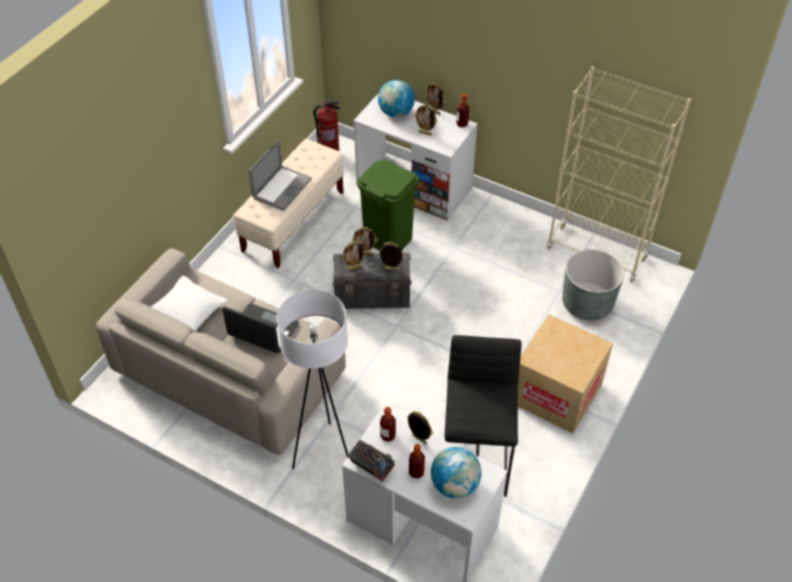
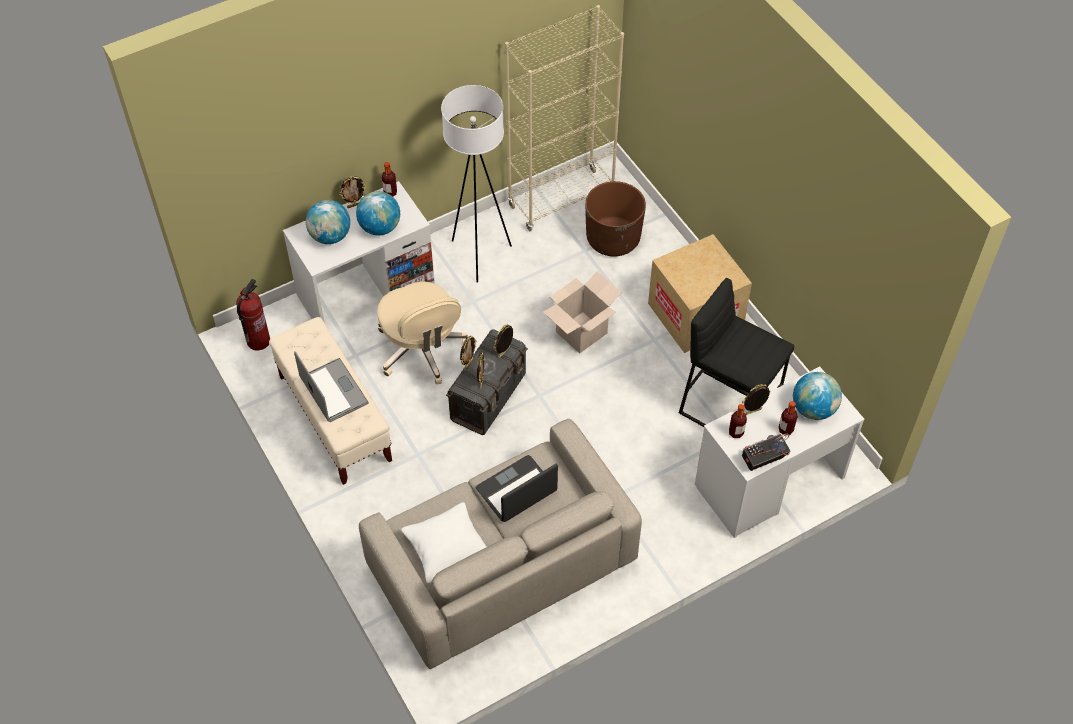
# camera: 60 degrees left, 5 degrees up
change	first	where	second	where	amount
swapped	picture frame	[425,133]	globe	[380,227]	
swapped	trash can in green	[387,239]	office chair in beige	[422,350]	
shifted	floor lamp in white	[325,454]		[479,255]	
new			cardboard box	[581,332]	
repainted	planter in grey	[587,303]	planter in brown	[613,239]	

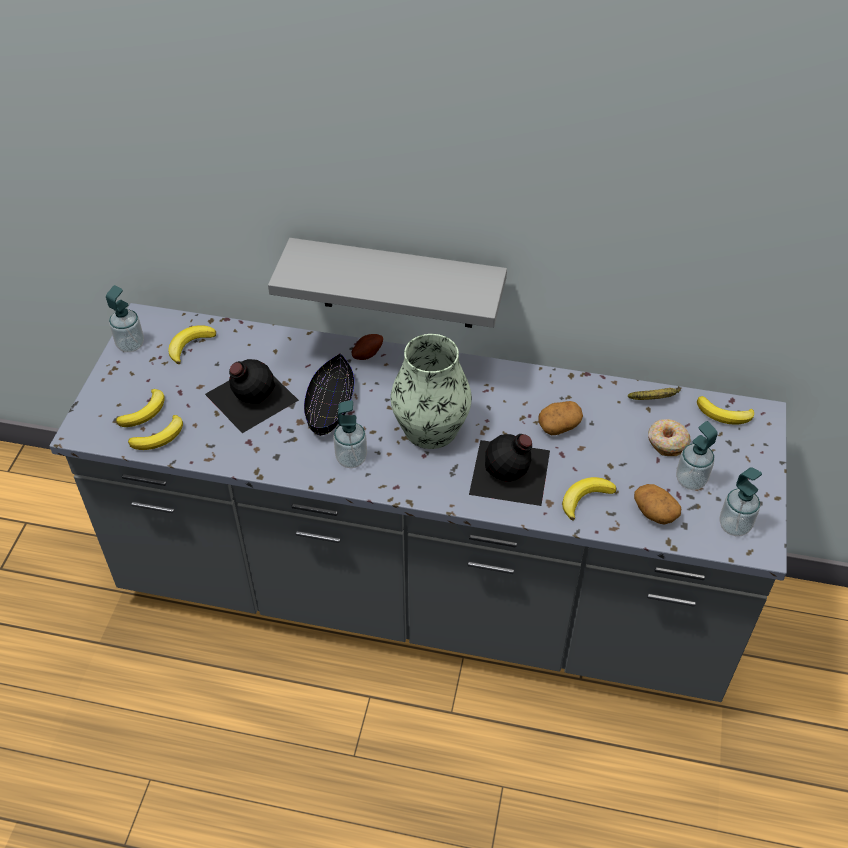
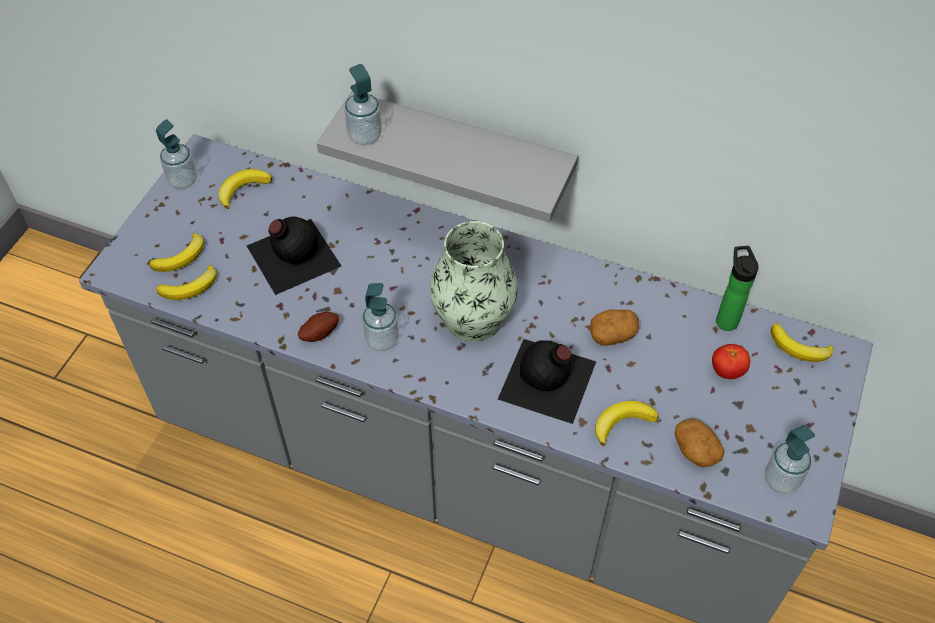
# camera: 10 degrees right, 5 degrees up
change	first	where	second	where	amount
shifted	potato	[367,353]		[319,333]	
shifted	soap dispenser	[690,480]		[365,136]	
swapped	donut	[666,442]	tomato	[727,371]	
swapped	banana	[655,399]	bottle	[726,319]	
gone	bowl in black	[330,404]			

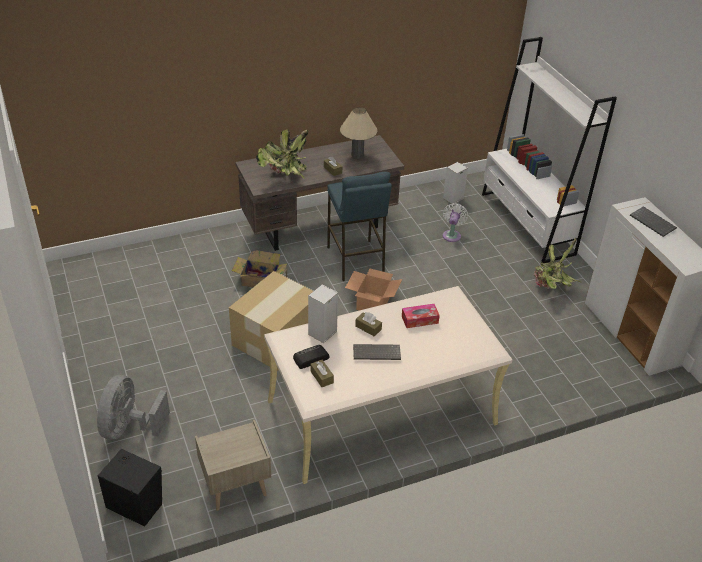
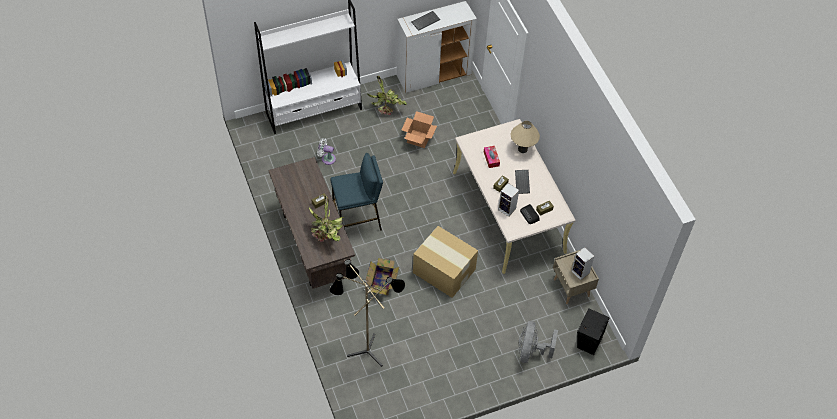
# camera: 90 degrees left, 15 degrees up
change	first	where	second	where	amount
new			floor lamp	[366,348]	
shifted	cardboard box	[373,304]		[419,138]	
shifted	table lamp in beige	[357,155]		[522,149]	
rotated	fan in grey	[129,427]		[531,351]	90 degrees clockwise
shifted	speaker	[453,199]		[581,272]	

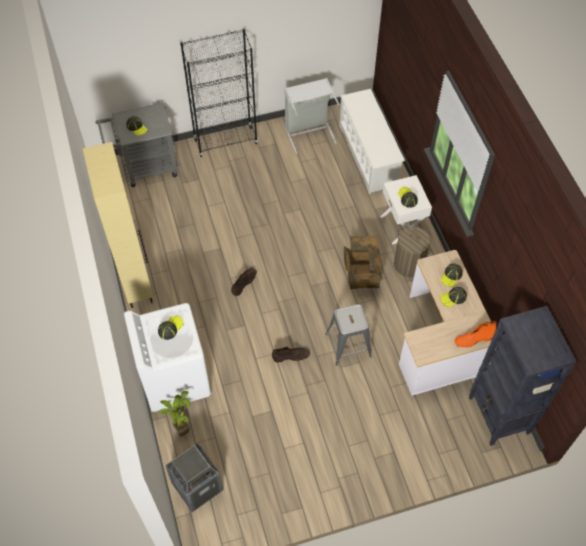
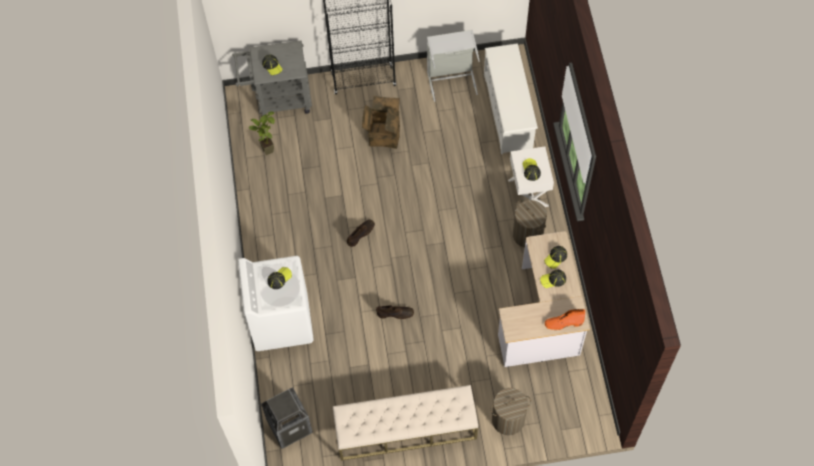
# camera: 10 degrees right, 5 degrees up
change	first	where	second	where	amount
shifted	potted plant	[181,426]		[267,147]	
new			bench in beige	[405,429]	
shifted	cardboard box	[361,276]		[383,135]	
new			laundry basket	[508,419]	
gone	cabinet in beige	[136,283]			
gone	stool in grey	[348,345]			
gone	bookcase in black	[498,416]			

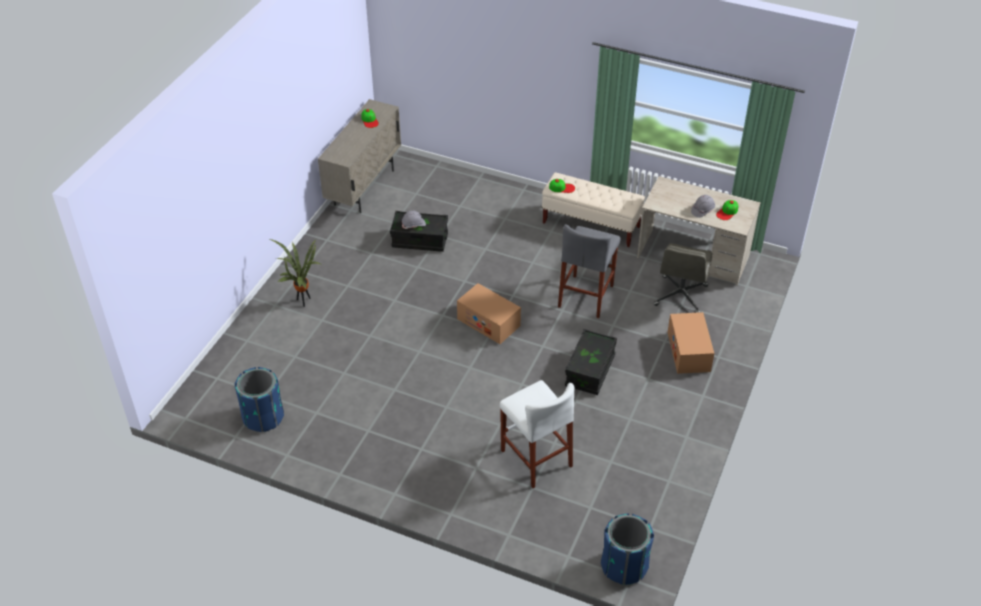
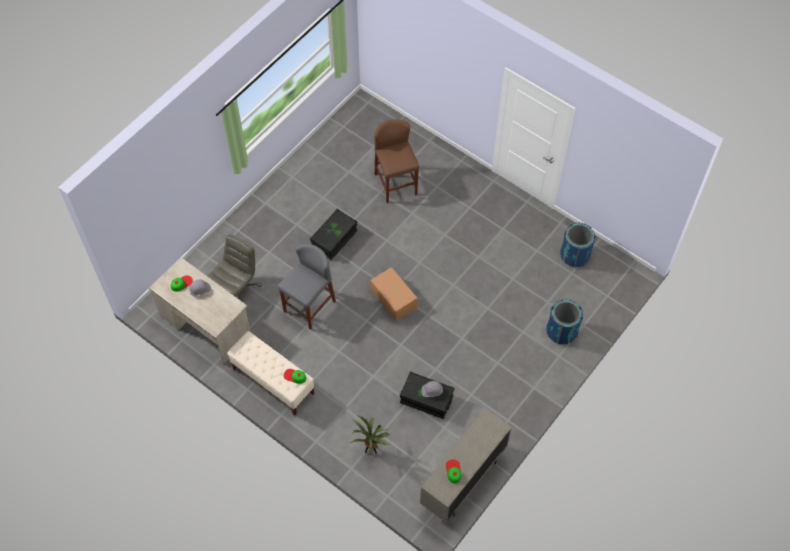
# camera: 165 degrees left, 15 degrees up
change	first	where	second	where	amount
shifted	potted plant	[303,301]		[371,450]	
repainted	stool in white	[536,458]	stool in brown	[396,184]	
shifted	trash can in blue	[624,566]		[561,331]	
gone	cardboard box	[688,351]			

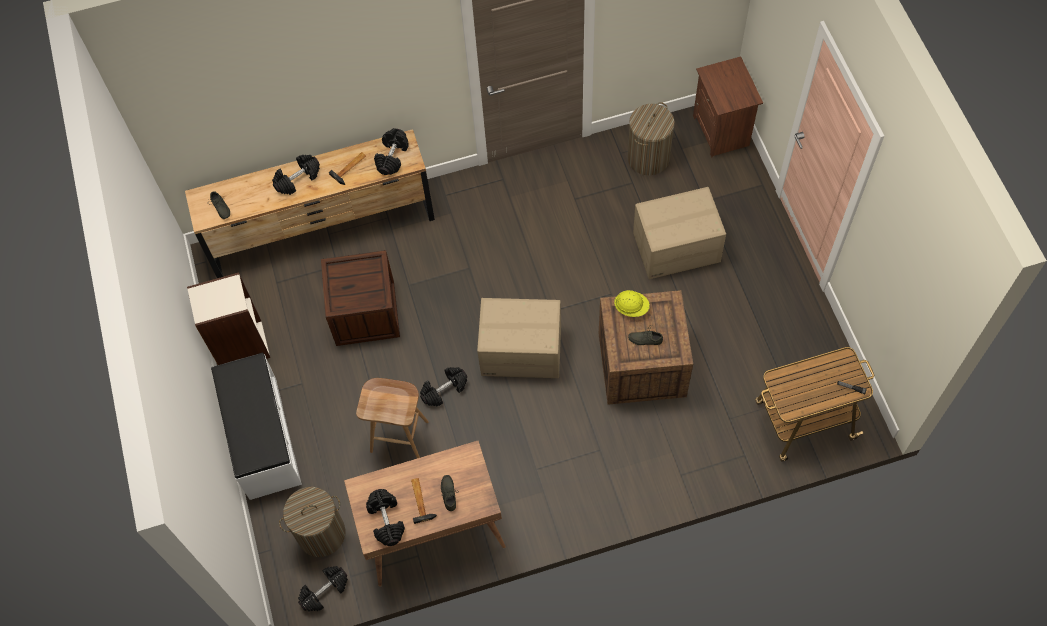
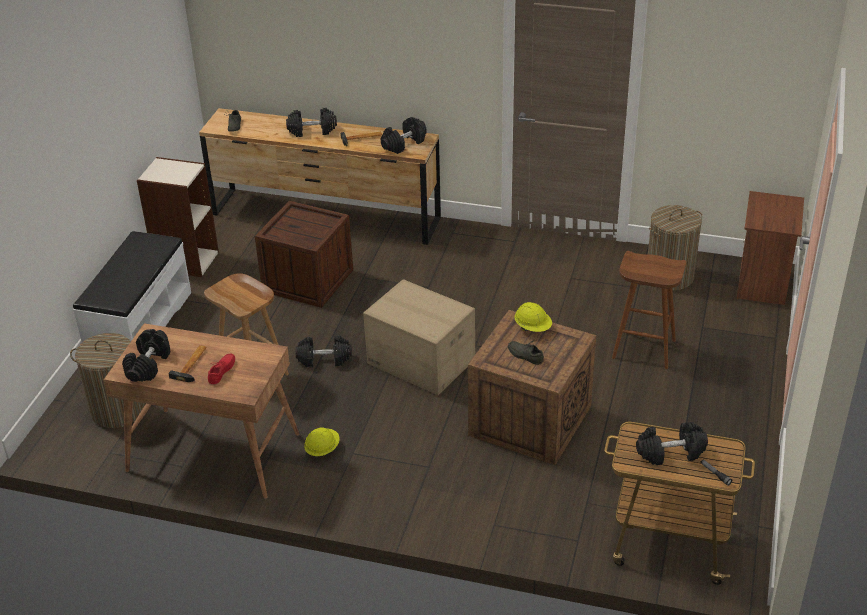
# camera: 30 degrees right, 25 degrees down
change	first	where	second	where	amount
repainted	shoe in grey	[450,493]	shoe in red	[223,372]	
new			hard hat in yellow	[322,449]	
swapped	cardboard box	[676,248]	stool in brown	[642,349]	
shifted	dumbbell in black	[324,592]		[670,453]	

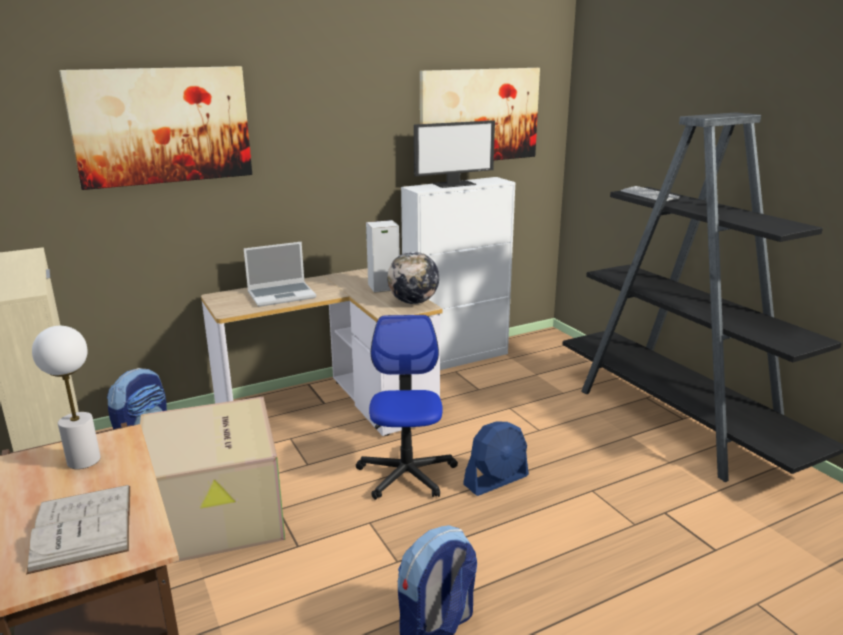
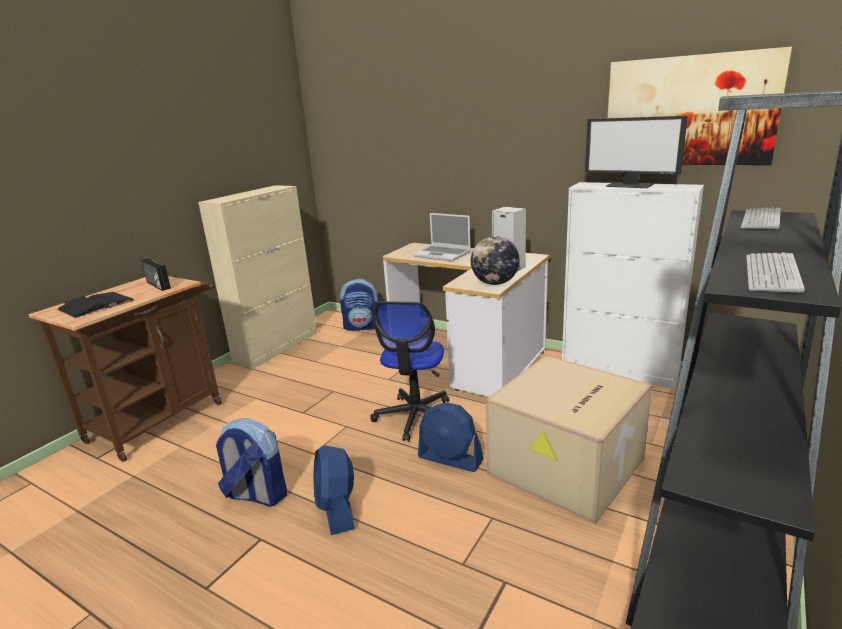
# camera: 60 degrees right, 0 degrees up
change	first	where	second	where	amount
repainted	book in white	[83,526]	book in black	[96,305]	
swapped	table lamp in white	[84,460]	radio	[157,285]	
new			fan in blue	[337,509]	
rotated	office chair	[406,474]		[416,417]	135 degrees clockwise
shifted	cardboard box	[218,514]		[566,468]	
new			keyboard	[771,274]	
gone	picture	[162,126]			

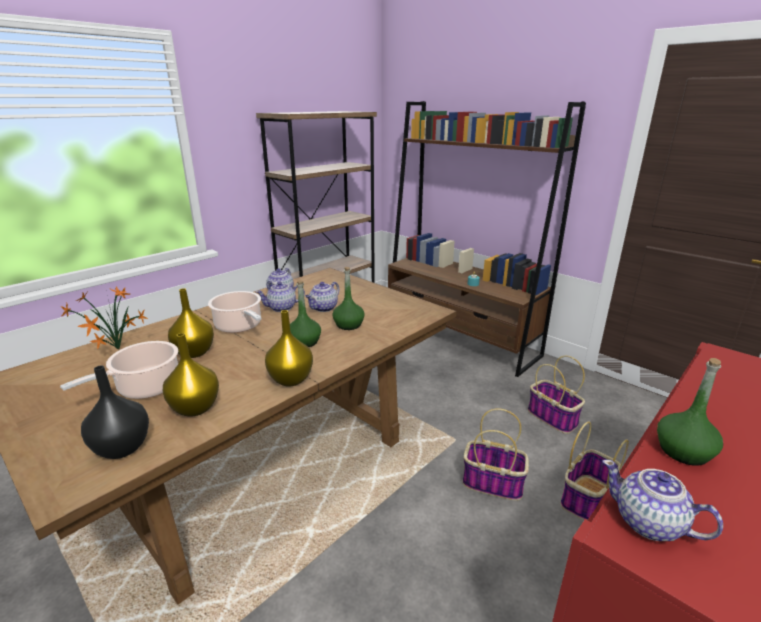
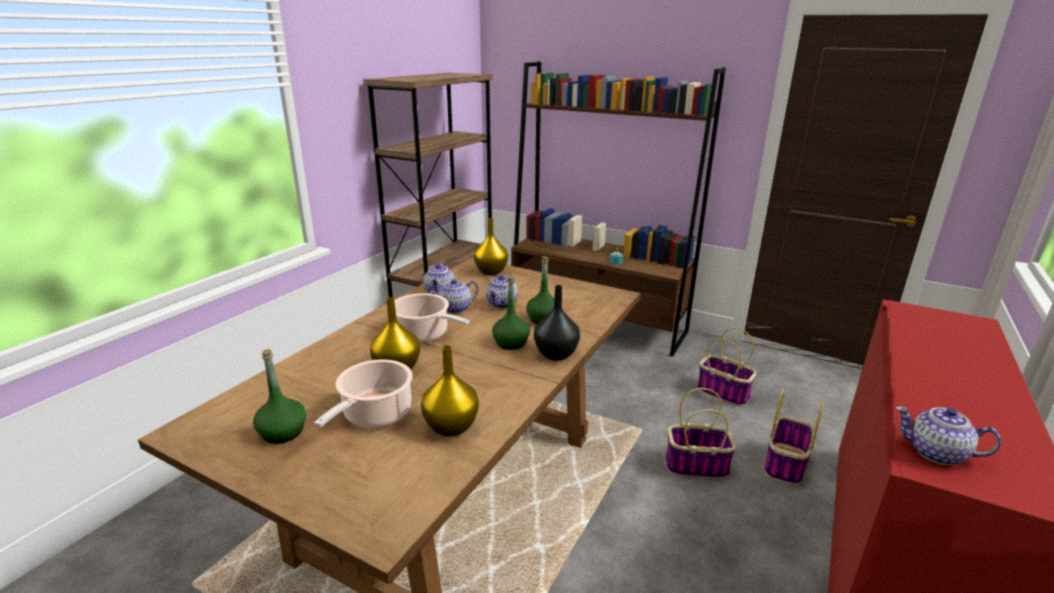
# camera: 15 degrees left, 0 degrees up
change	first	where	second	where	amount
shifted	bottle in green	[683,451]		[283,432]	
shifted	vase in yellow	[290,379]		[490,271]	
shifted	vase in black	[121,447]		[555,354]	
gone	potted plant	[117,350]			

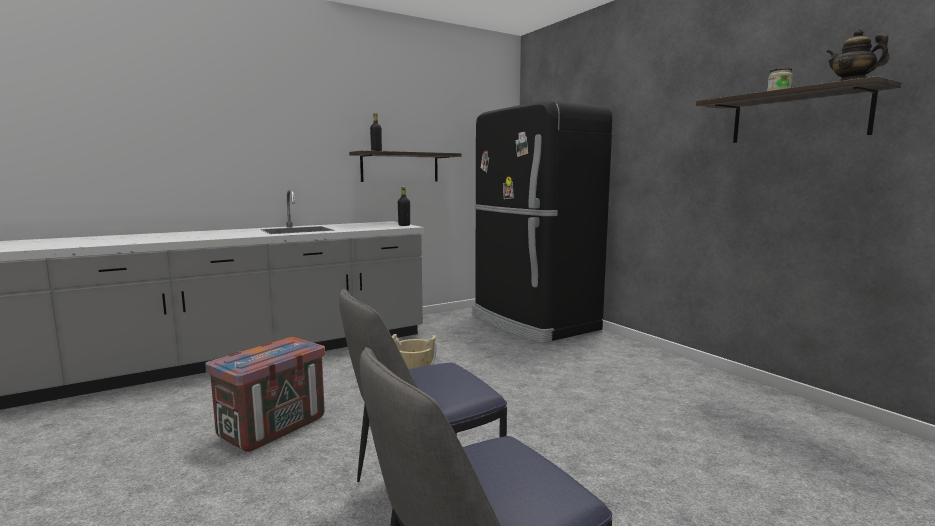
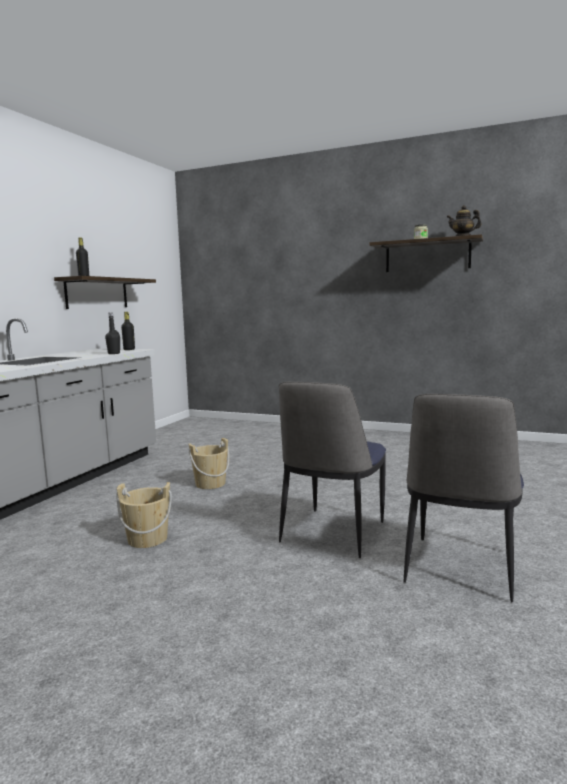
# camera: 35 degrees left, 0 degrees up
change	first	where	second	where	amount
new			bottle in black	[114,353]	
swapped	crate	[274,427]	bucket in beige	[147,539]	
gone	fridge in black	[532,323]			

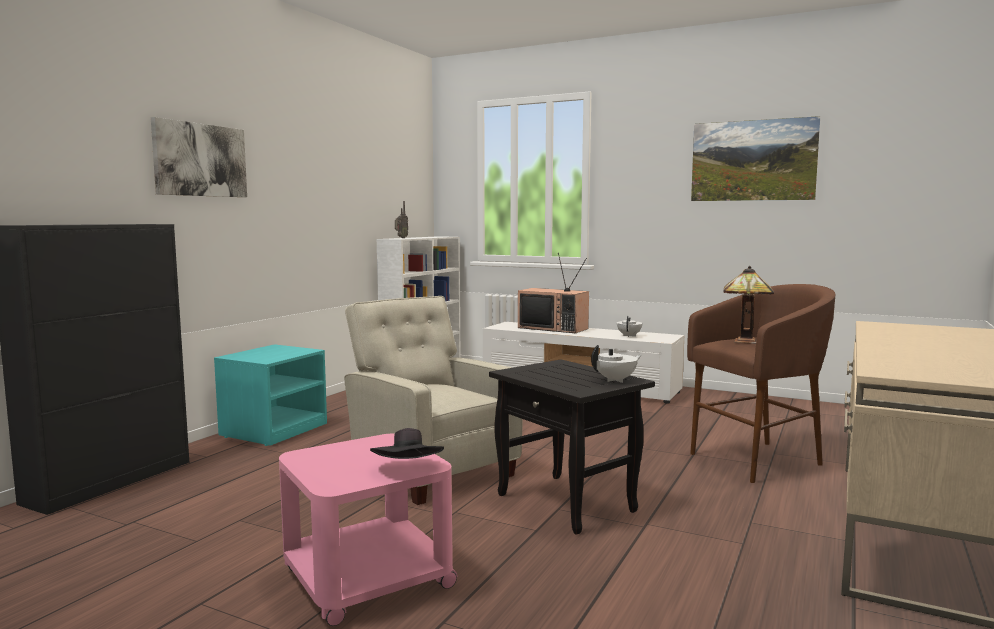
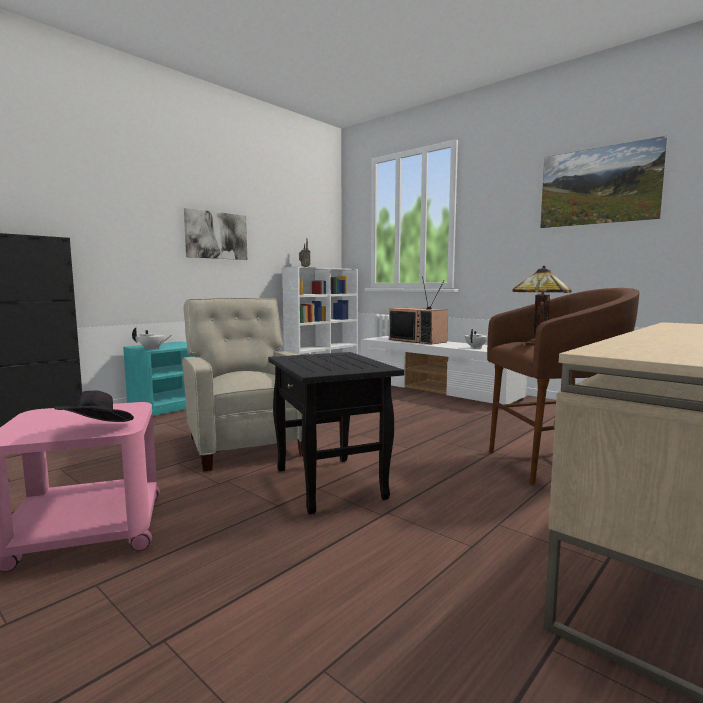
# camera: 15 degrees right, 0 degrees up
change	first	where	second	where	amount
shifted	teapot in white	[616,380]		[152,349]	
shifted	picture	[200,160]		[216,235]	

